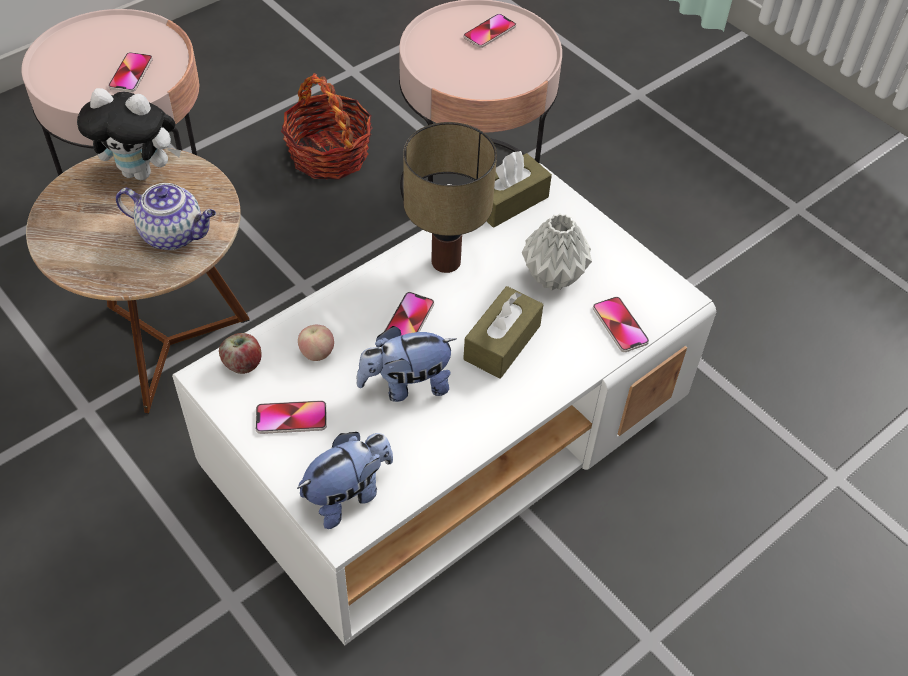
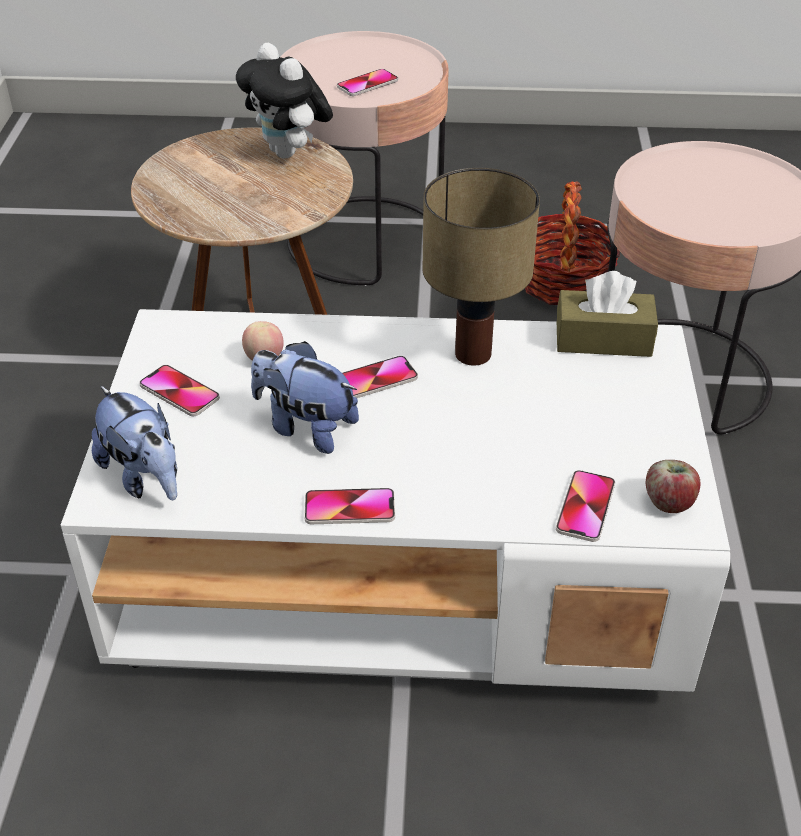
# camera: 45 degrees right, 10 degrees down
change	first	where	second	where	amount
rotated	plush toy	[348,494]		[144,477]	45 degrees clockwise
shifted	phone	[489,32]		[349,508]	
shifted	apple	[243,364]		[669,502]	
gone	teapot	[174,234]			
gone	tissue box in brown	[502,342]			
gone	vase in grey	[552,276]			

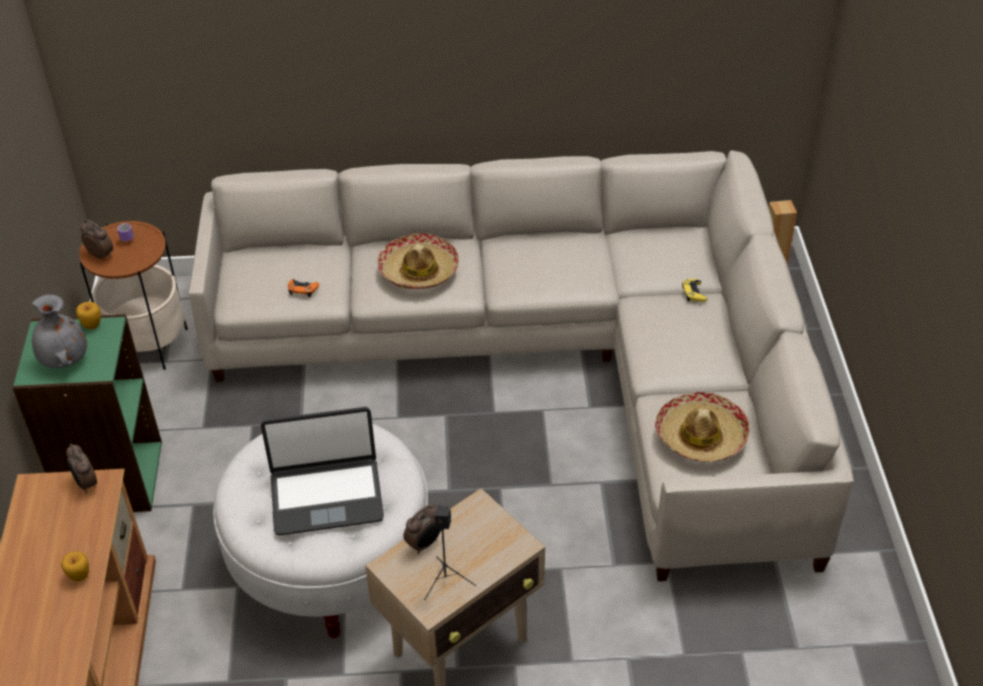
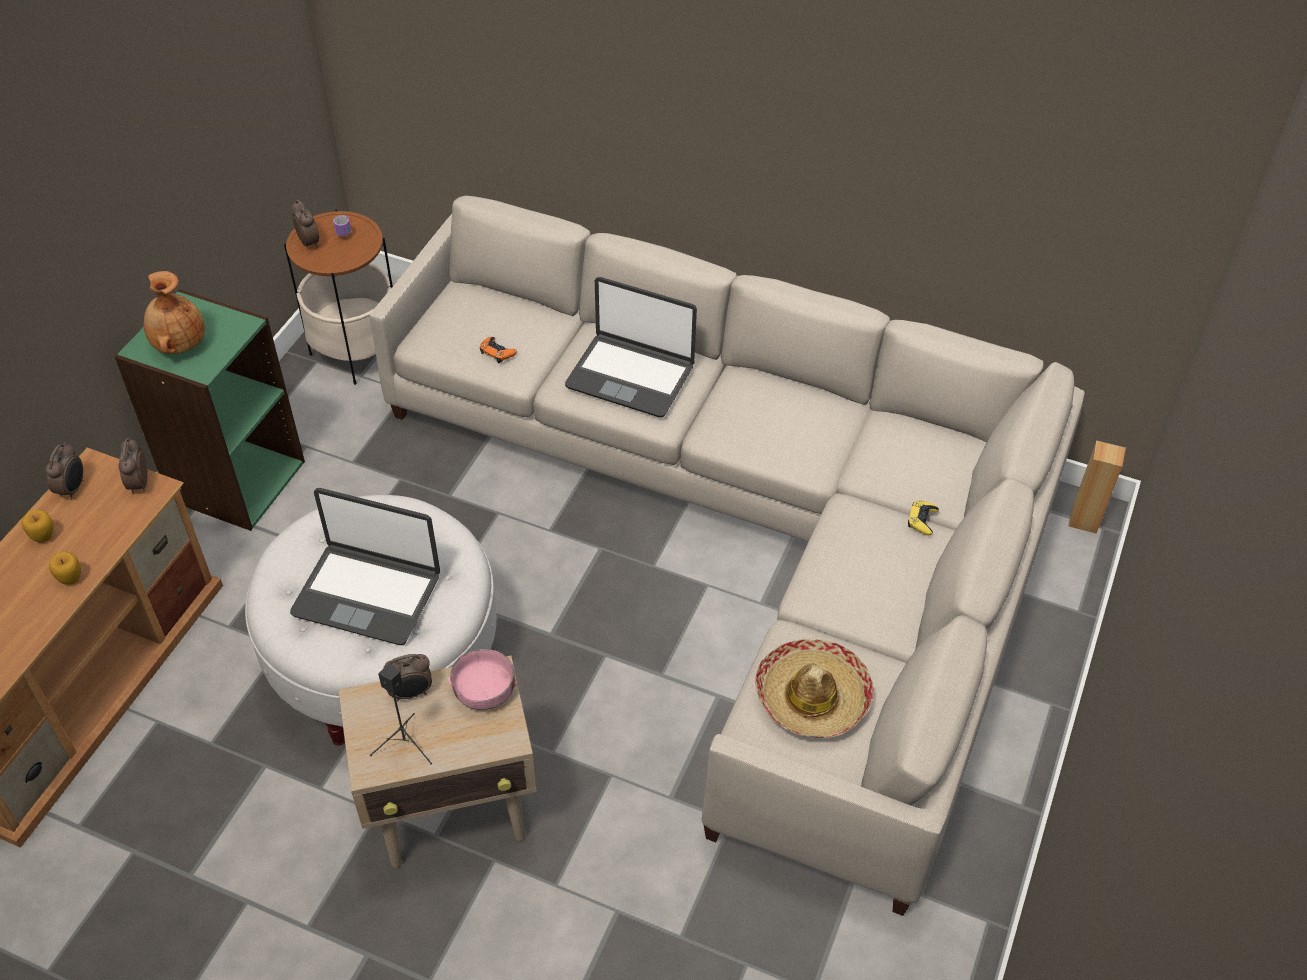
# camera: 25 degrees right, 5 degrees up
change	first	where	second	where	amount
shifted	apple	[92,325]		[43,536]	
new			alarm clock	[73,489]	
repainted	vase in grey	[63,360]	vase in brown	[179,344]	
new			bowl in pink	[484,691]	
swapped	hat	[419,270]	laptop	[630,376]	

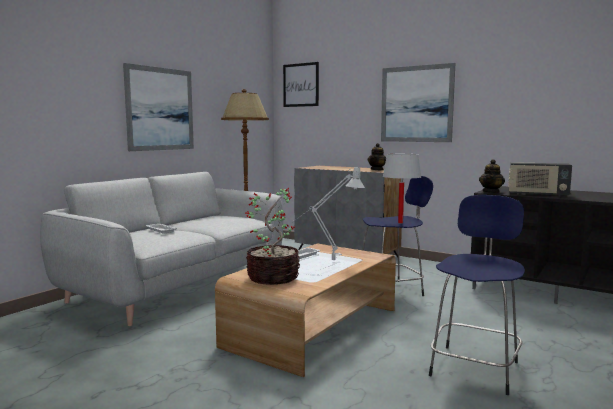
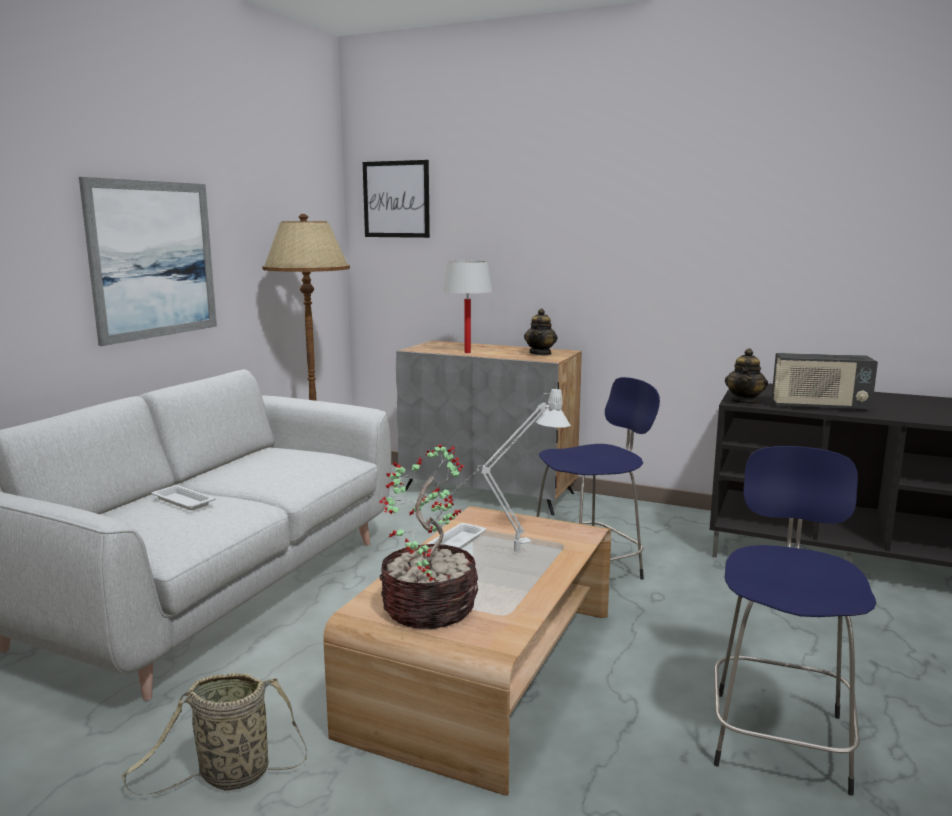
# camera: 10 degrees left, 5 degrees up
change	first	where	second	where	amount
new			basket	[229,776]	
shifted	table lamp in white	[400,223]		[467,352]	
gone	picture	[416,104]			

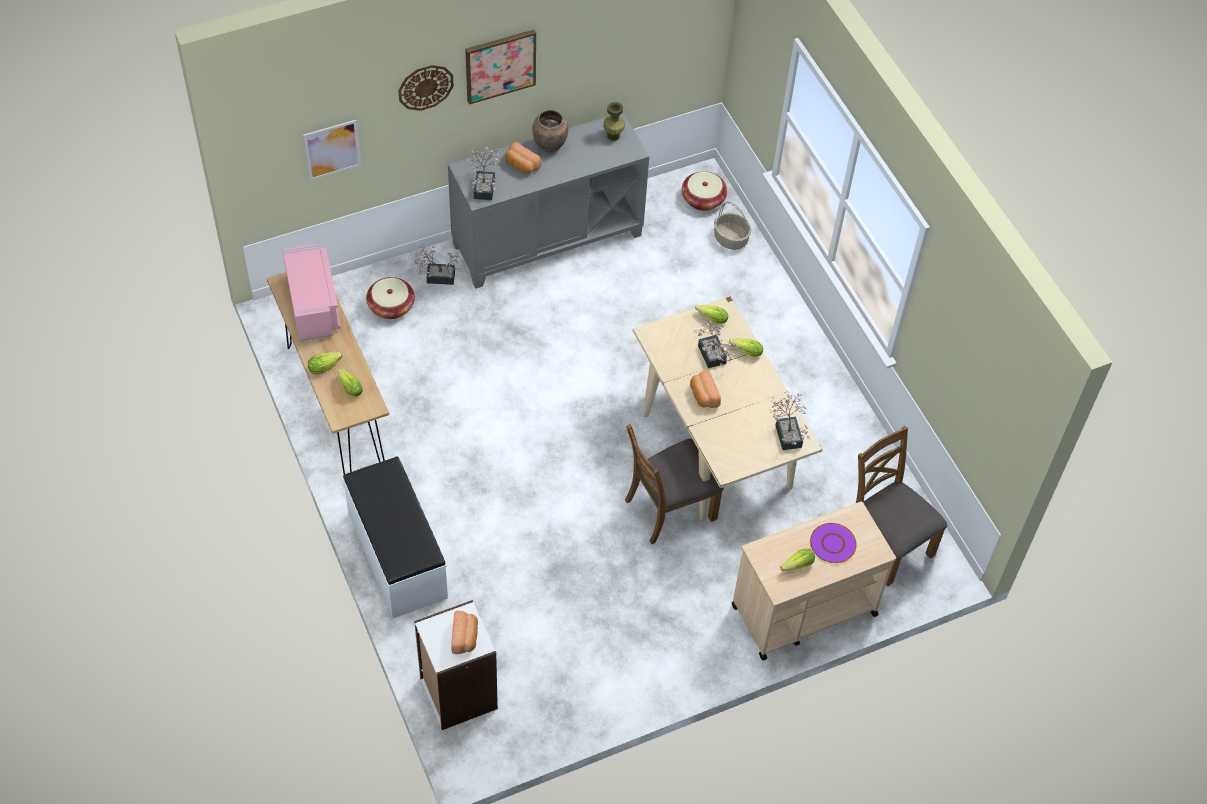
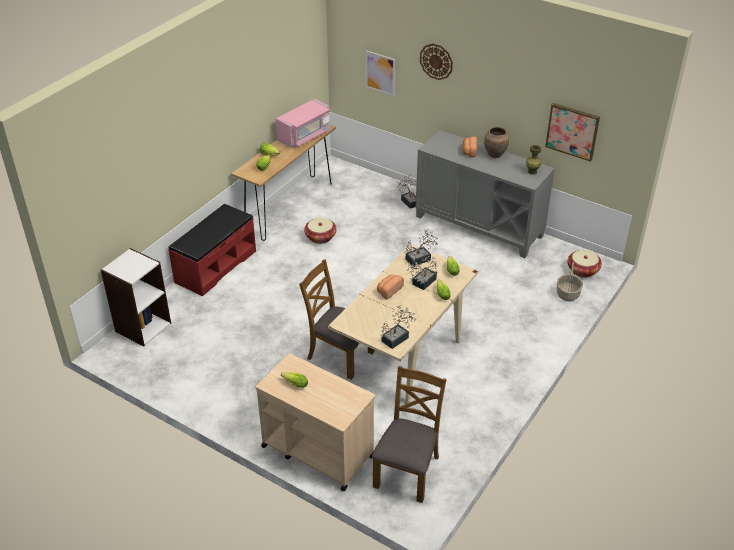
# camera: 60 degrees right, 15 degrees down
change	first	where	second	where	amount
repainted	bench in white	[396,555]	bench in red	[215,266]	
shifted	basket	[391,306]		[320,237]	
shifted	potted plant	[485,186]		[420,259]	
shifted	picture	[500,65]		[572,131]	
gone	bread	[465,637]			
gone	plate in purple	[832,544]			

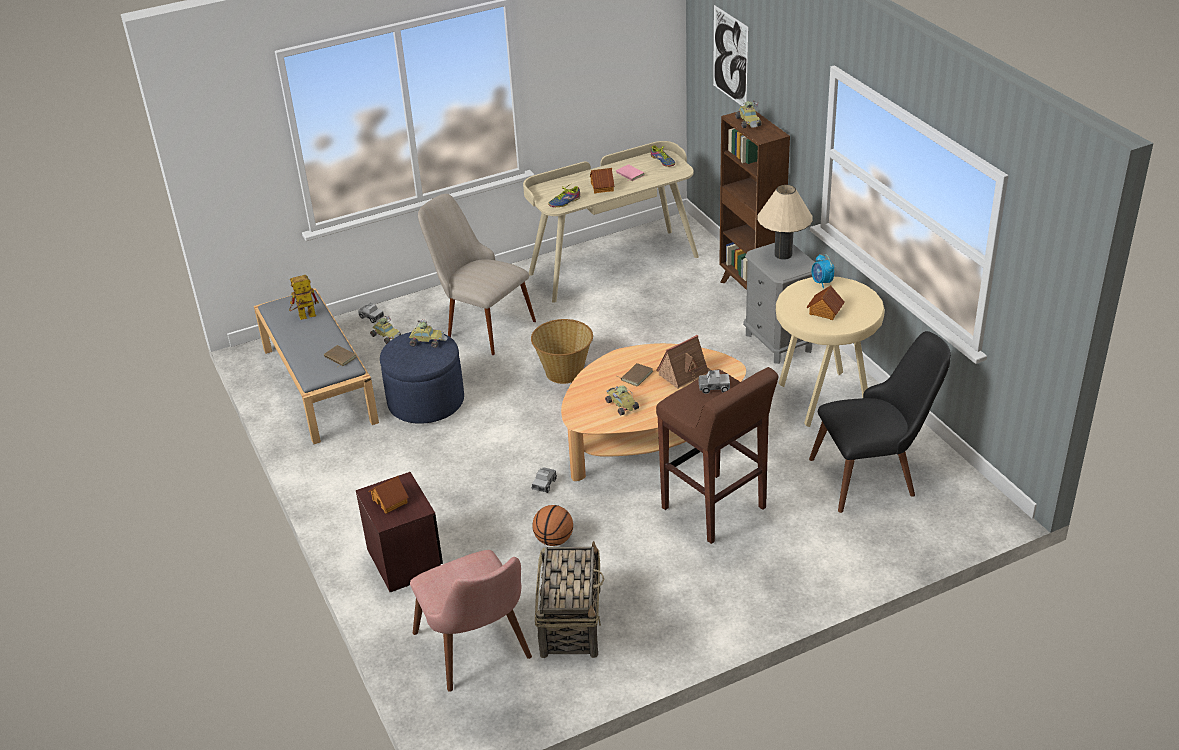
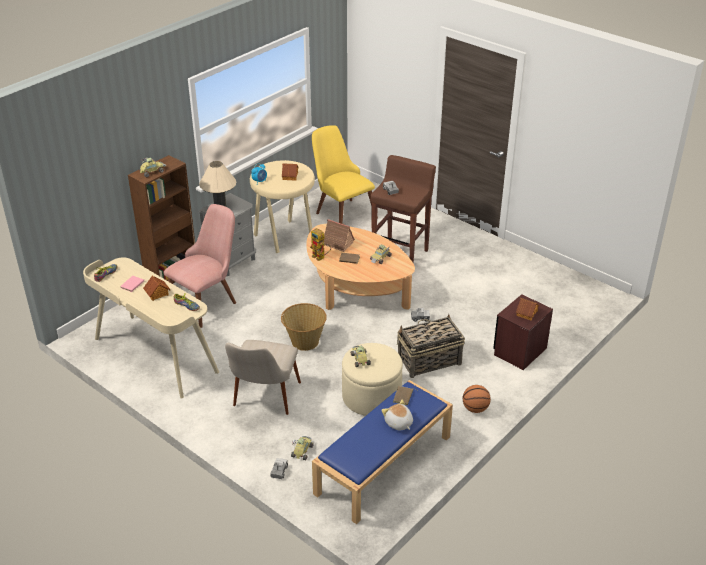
# camera: 115 degrees left, 0 degrees up
change	first	where	second	where	amount
shifted	chair in pink	[479,654]		[207,300]	
shifted	toy robot	[303,317]		[320,257]	
repainted	chair in black	[875,474]	chair in yellow	[341,212]	
repainted	bench in grey	[318,384]	bench in blue	[383,465]	
repainted	ottoman in blue	[426,401]	ottoman in beige	[371,397]	
new			plush toy	[398,423]	
shifted	basket	[571,621]		[428,361]	
shifted	basketball	[554,540]		[475,408]	
gone	picture	[730,57]			

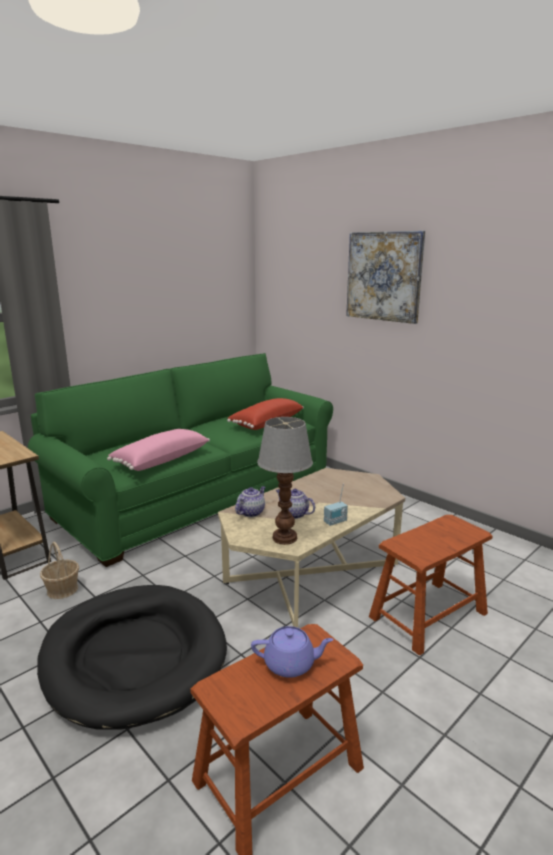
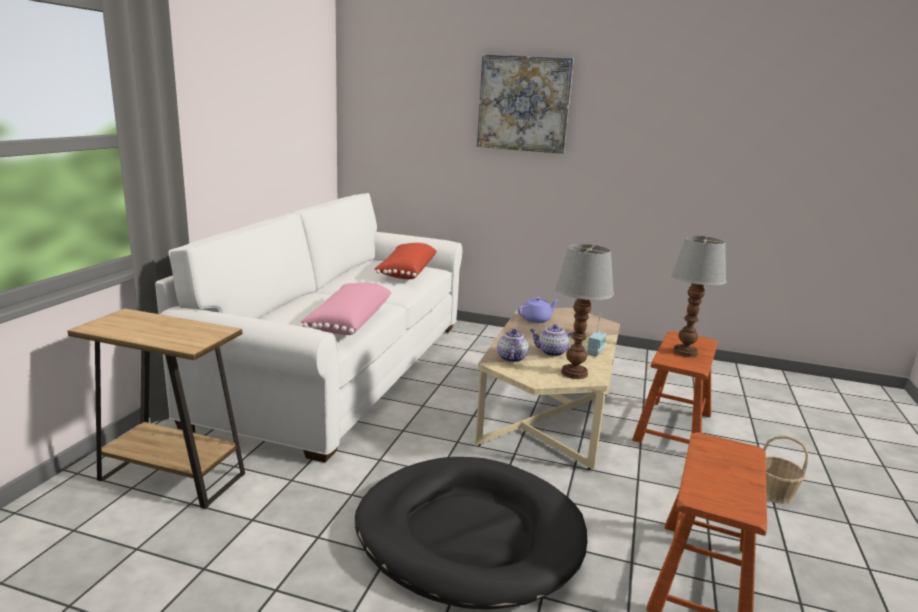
# camera: 30 degrees left, 0 degrees up
change	first	where	second	where	amount
repainted	sofa in green	[198,495]	sofa in white	[341,368]	
shifted	teapot in purple	[291,664]		[536,319]	
new			table lamp	[684,352]	
shifted	basket	[62,589]		[774,492]	

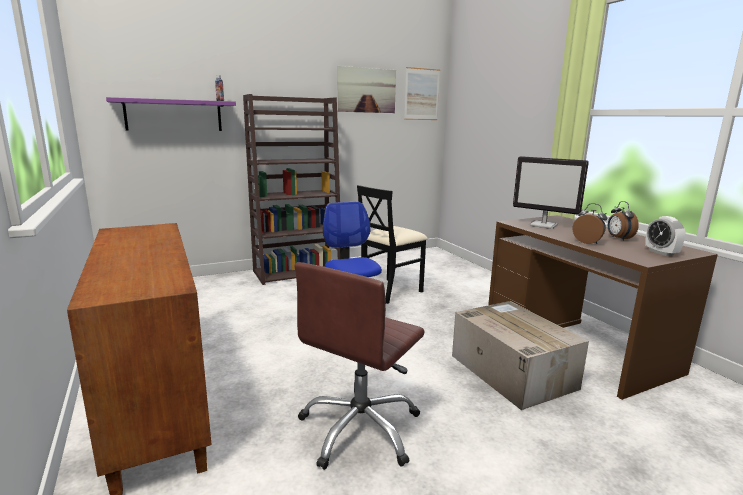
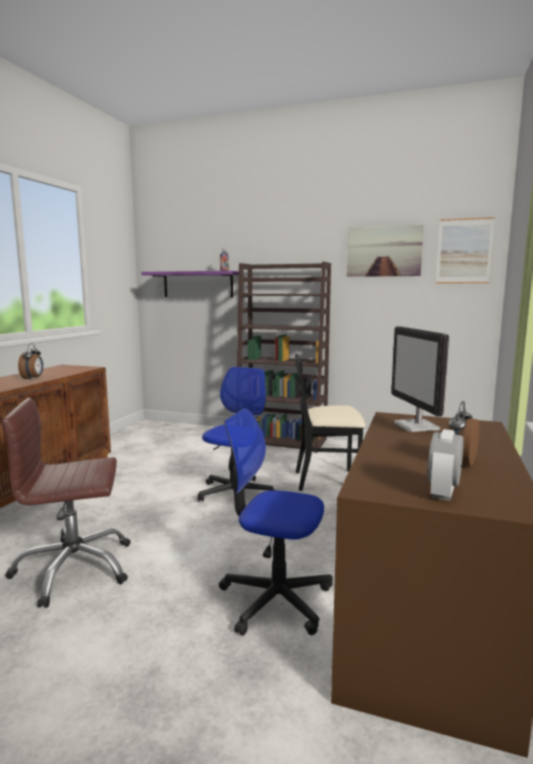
# camera: 45 degrees right, 5 degrees down
change	first	where	second	where	amount
shifted	alarm clock	[588,242]		[33,378]	
swapped	cardboard box	[510,371]	office chair	[275,599]	

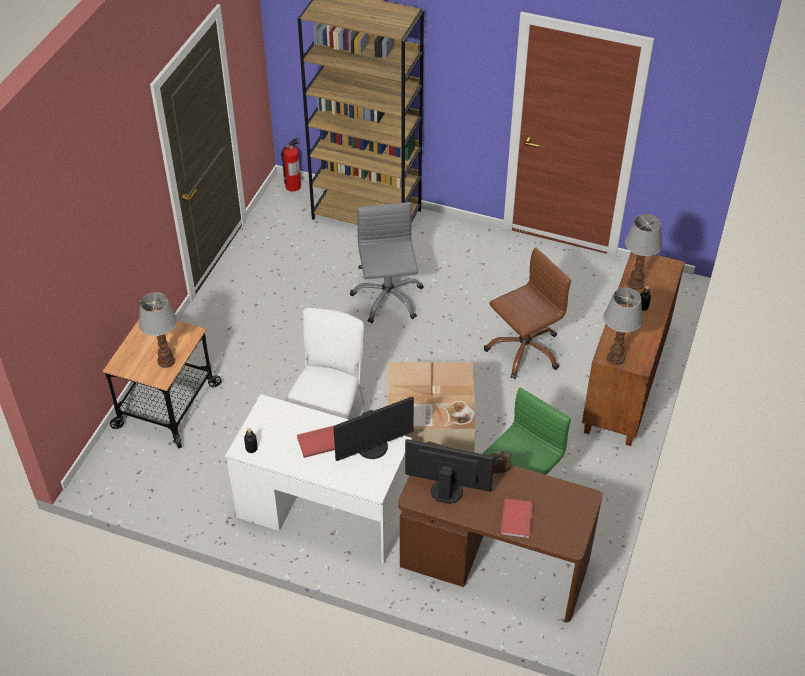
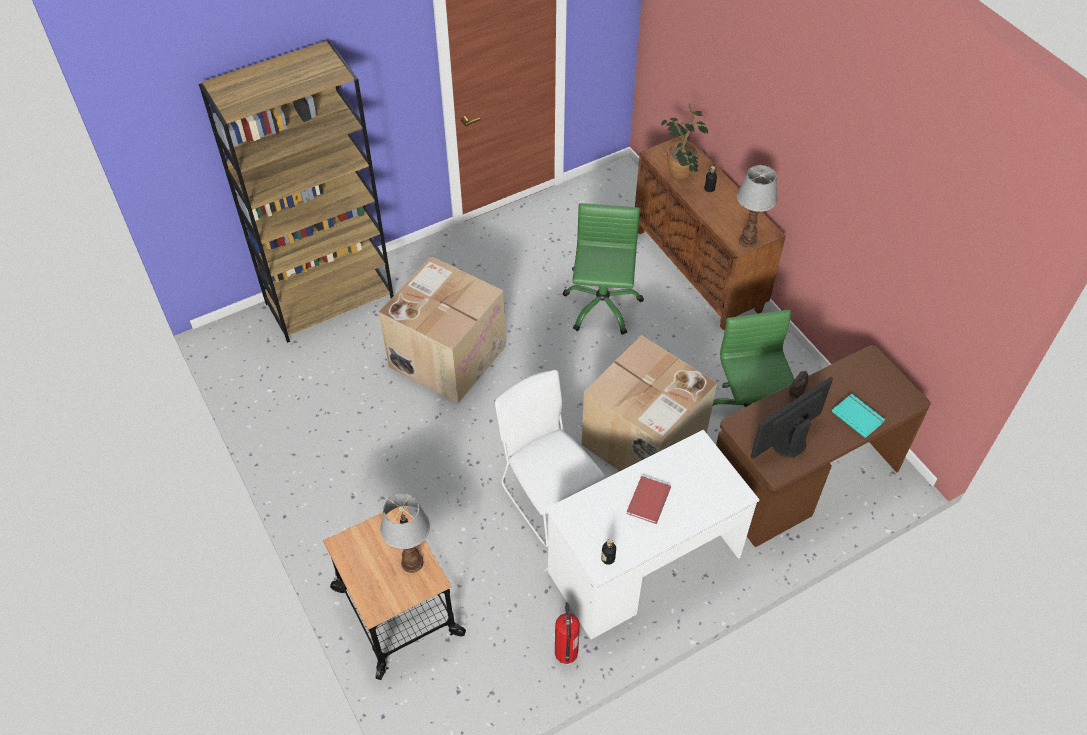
# camera: 50 degrees left, 5 degrees up
change	first	where	second	where	amount
swapped	office chair in grey	[387,298]	cardboard box	[447,354]	
shifted	fire extinguisher	[292,186]		[566,653]	
repainted	office chair in brown	[524,350]	office chair in green	[601,306]	
swapped	table lamp	[635,283]	potted plant	[679,175]	
repainted	book in red	[518,519]	book in turquoise	[858,416]	
gone	monitor	[373,448]			

